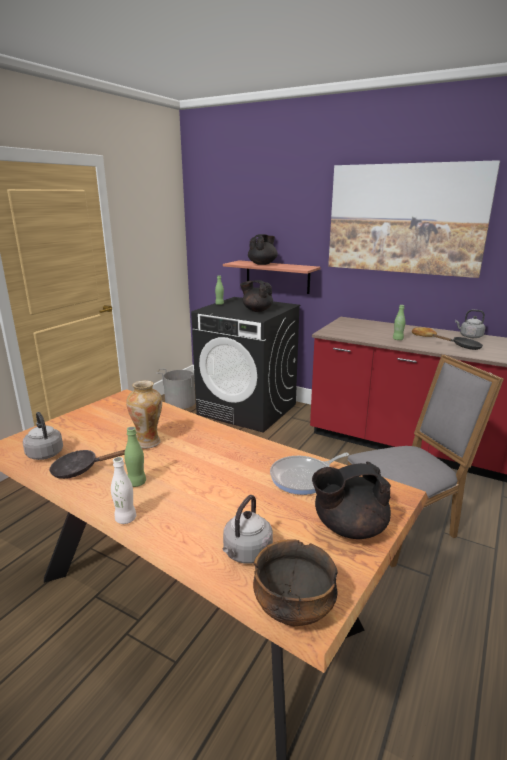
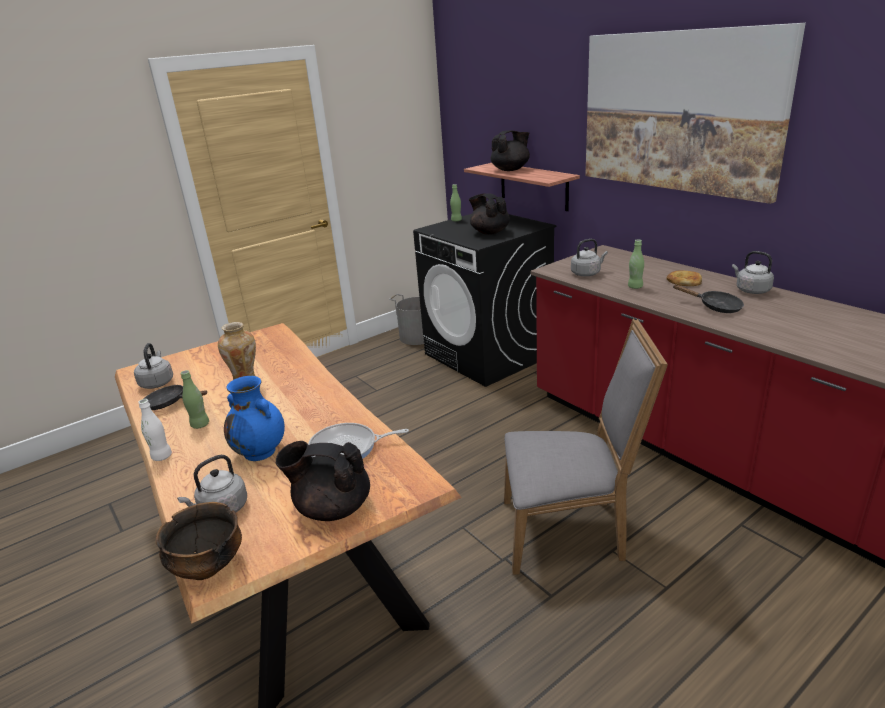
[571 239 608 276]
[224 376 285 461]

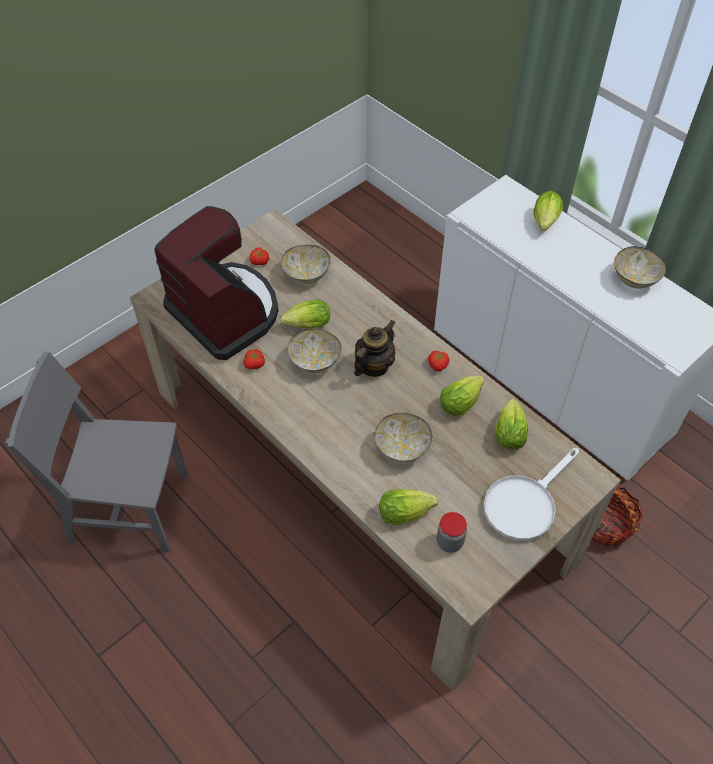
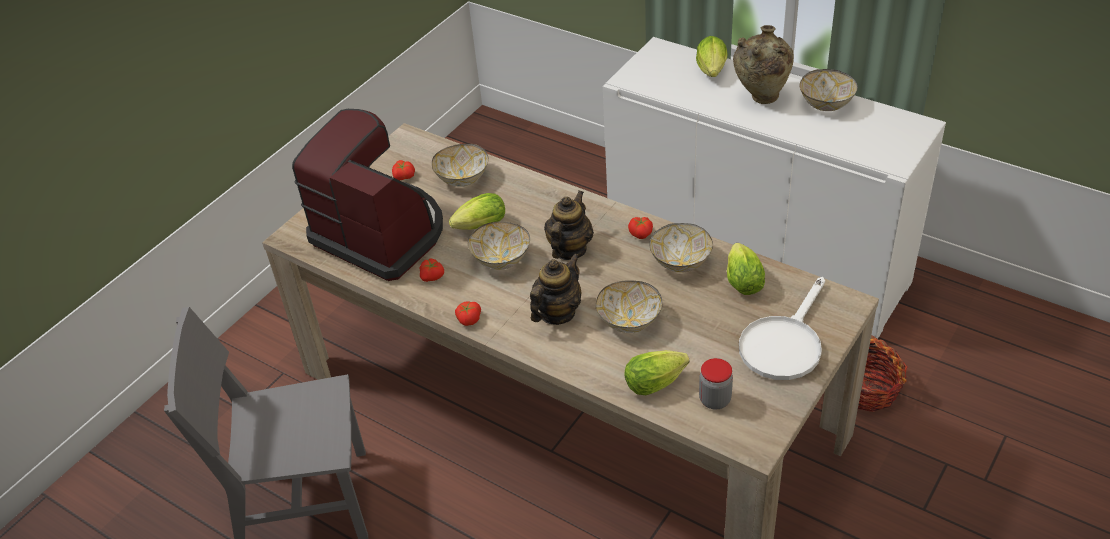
[649 223 713 273]
[733 25 794 104]
[530 253 581 325]
[455 301 481 326]

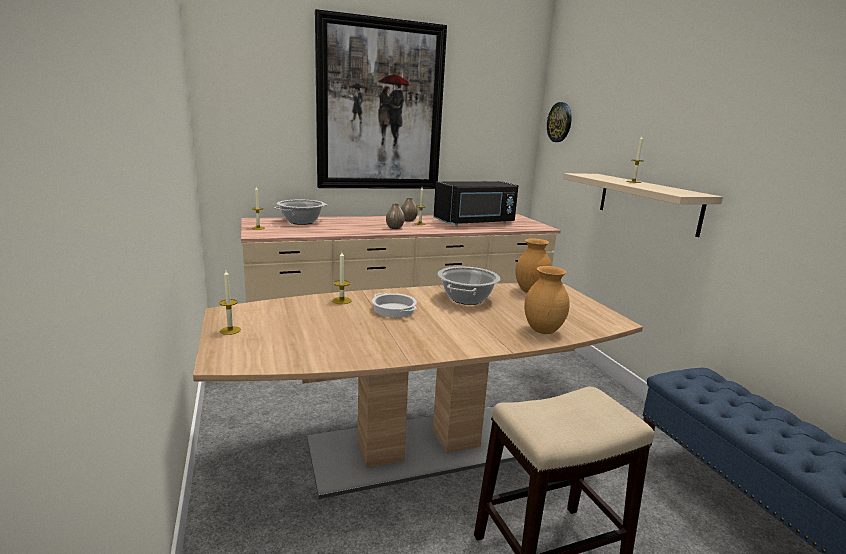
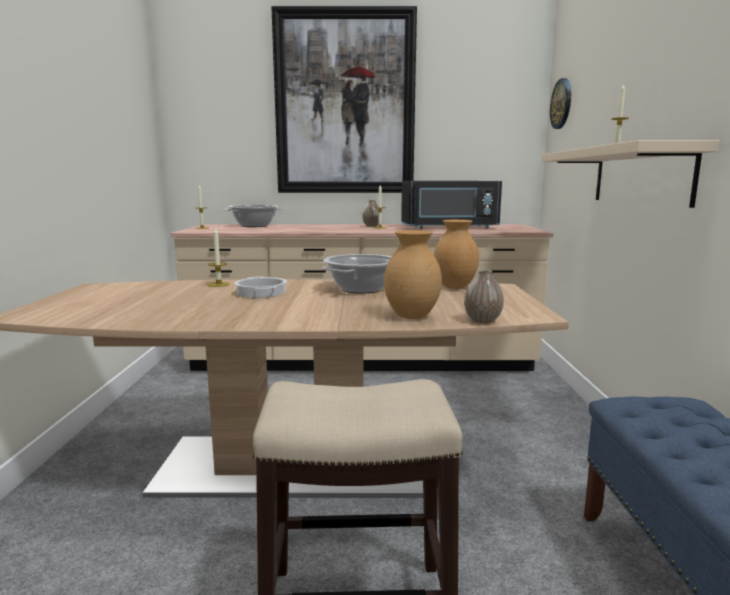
[464 270 504 323]
[219 270 241 335] (first image)

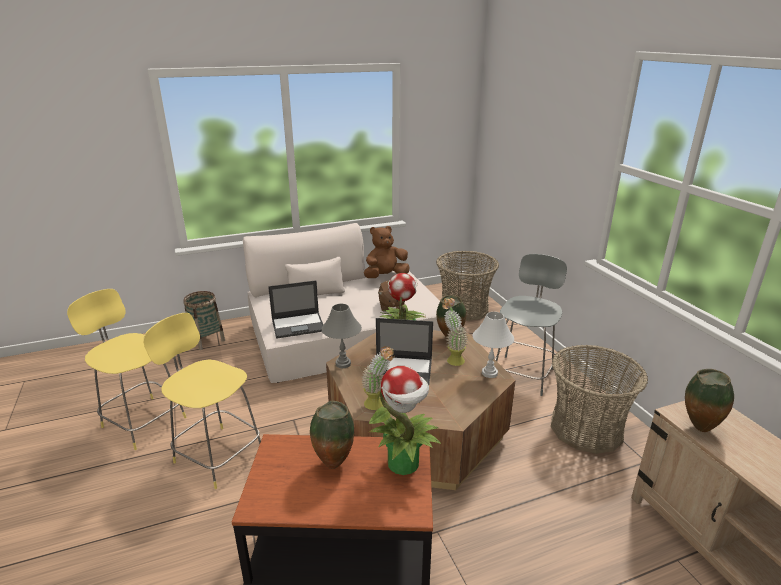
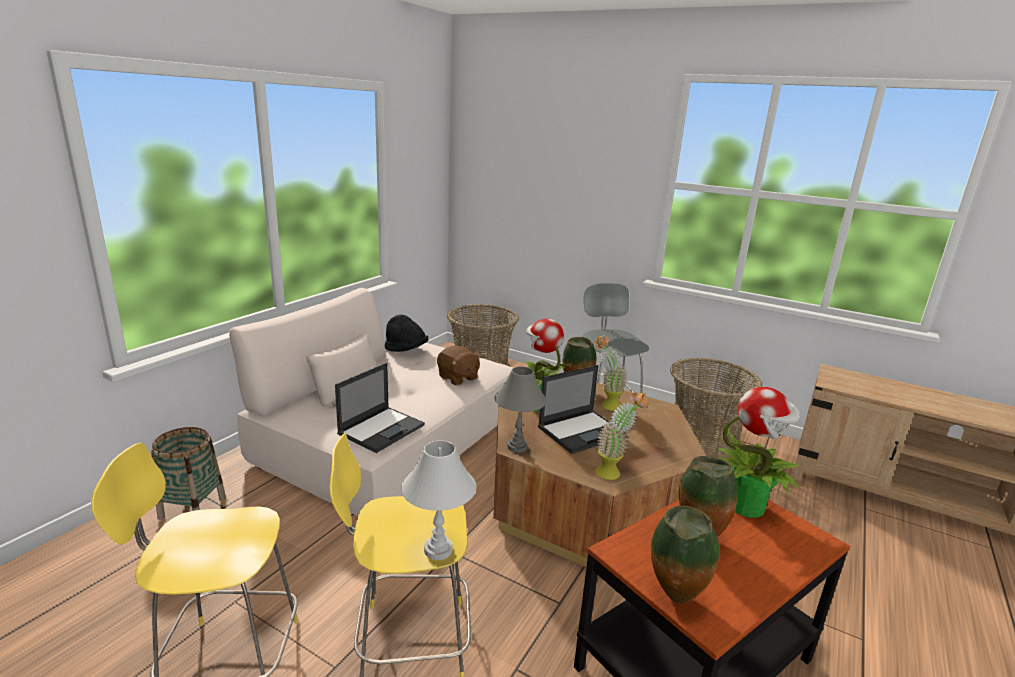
[385 314 428 352]
[401 440 476 560]
[651 506 719 604]

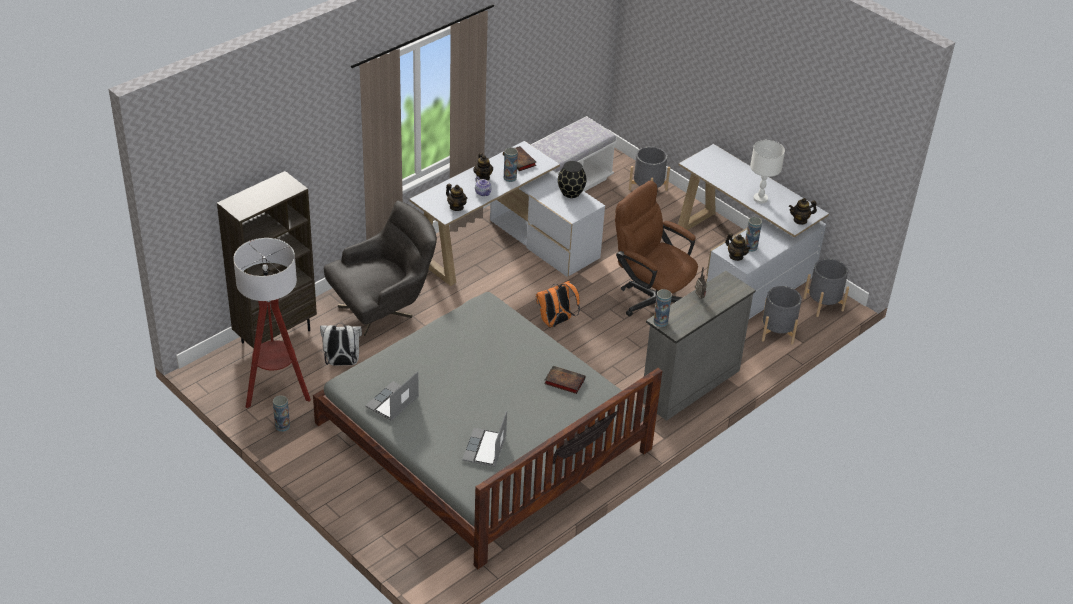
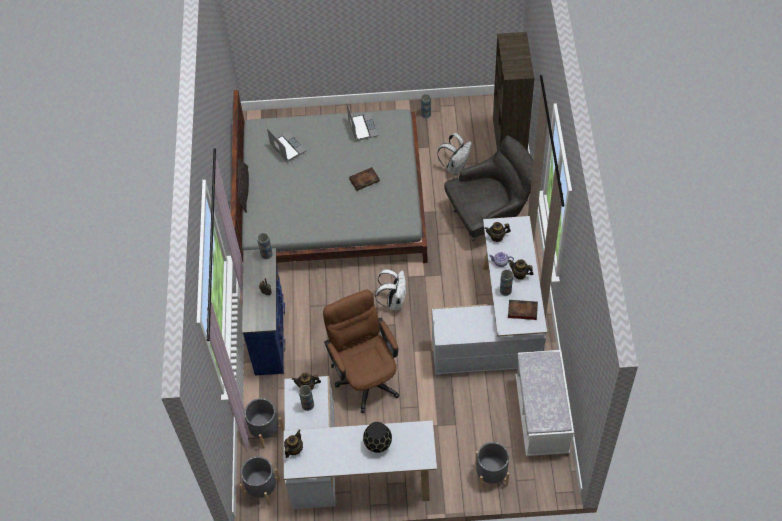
[750 140 785 204] (first image)
[363 422 392 453]
[323 289 399 413]
[444 135 534 241]
[233 238 311 408] (first image)
[242 248 285 375]
[375 269 407 310]
[349 167 380 191]

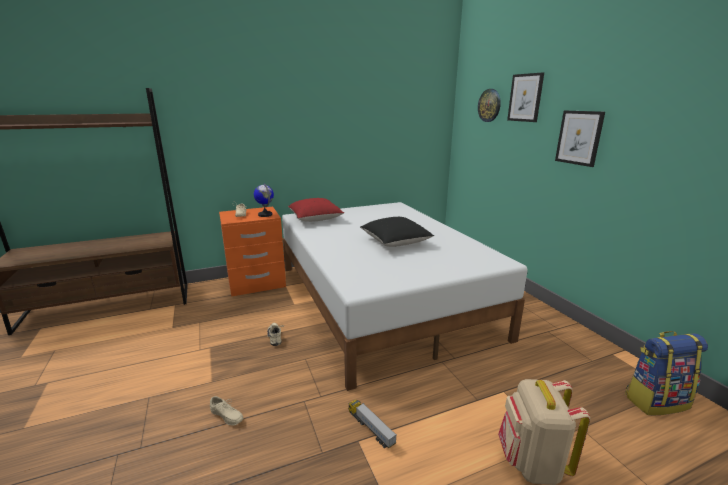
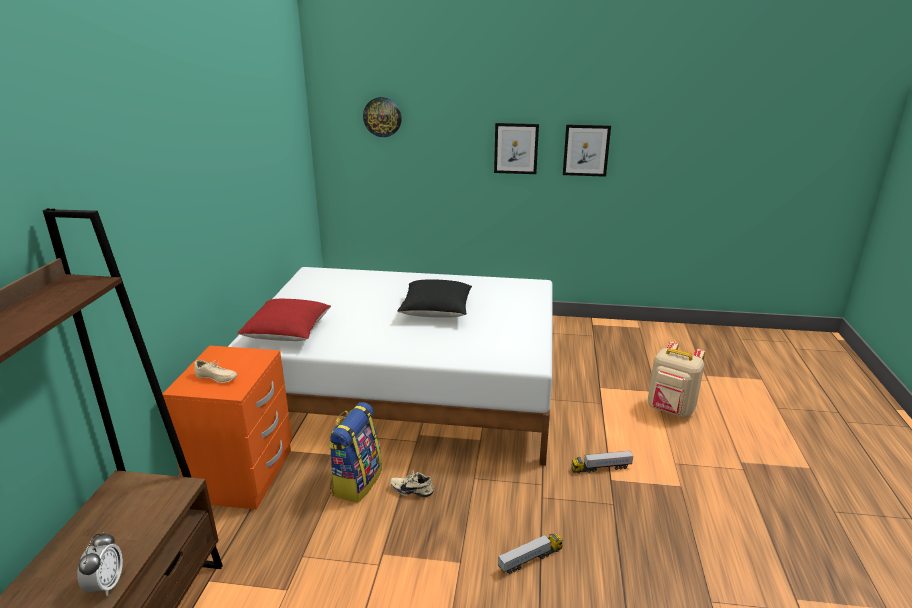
[563 125 611 177]
[254 183 274 217] (first image)
[328 402 382 503]
[498 534 563 574]
[77 532 123 596]

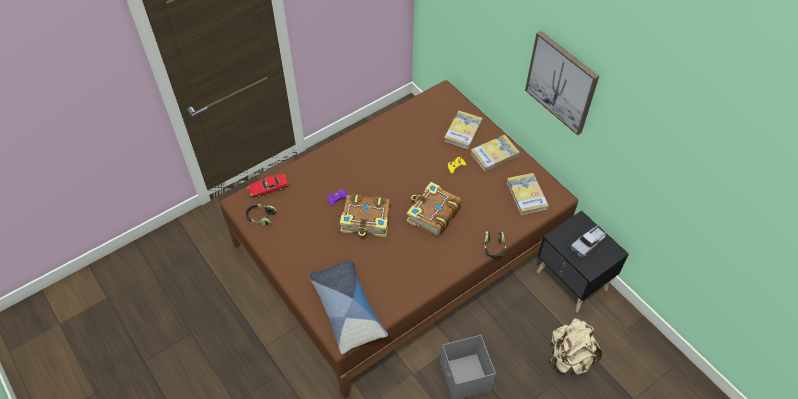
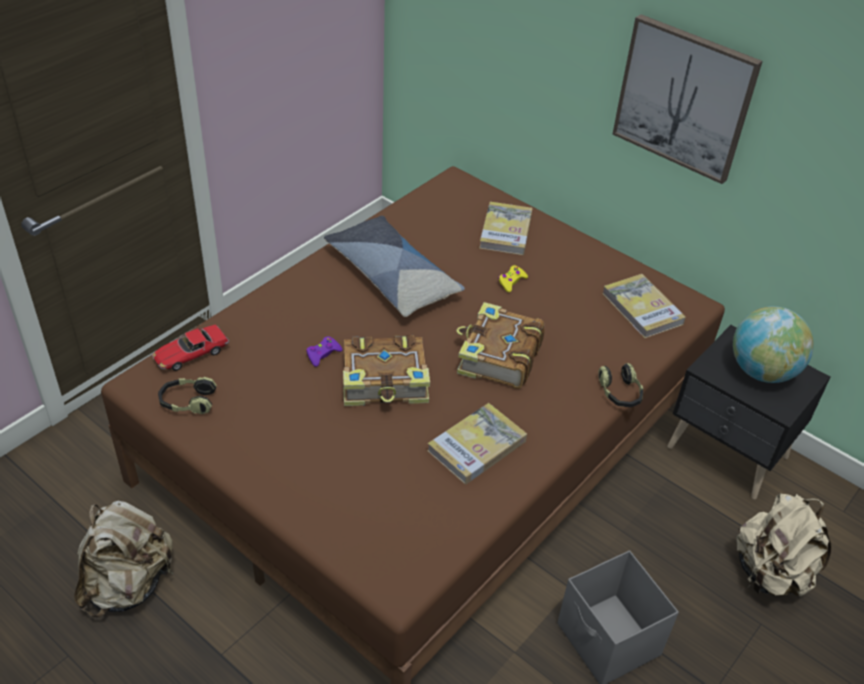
[427 403 527 484]
[733 306 814 383]
[324 216 465 317]
[74 501 173 617]

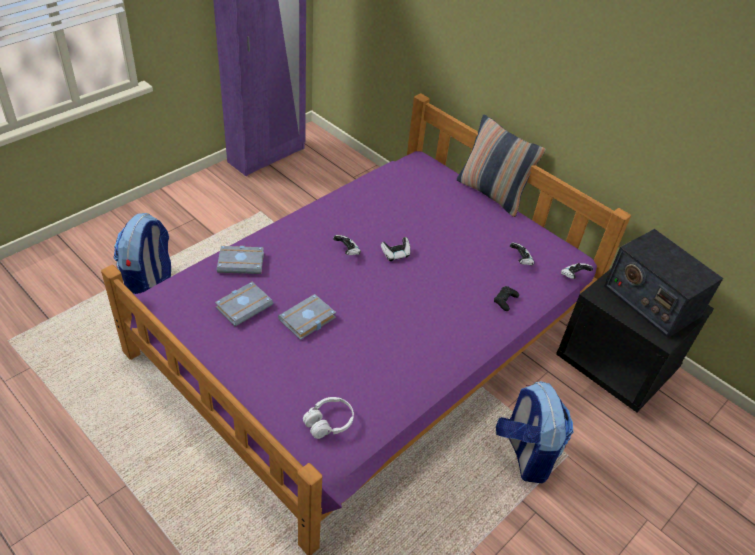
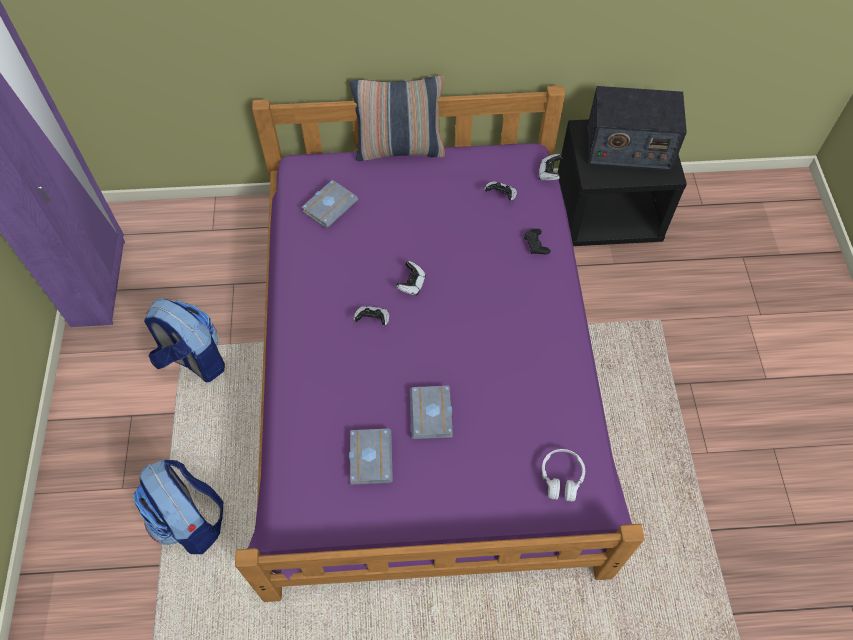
[301 180 358 229]
[144 298 225 382]

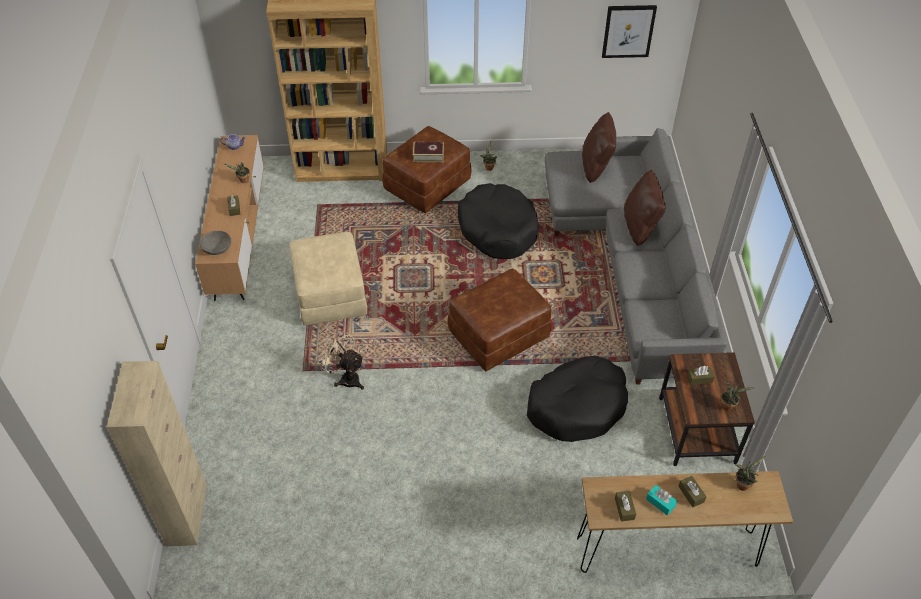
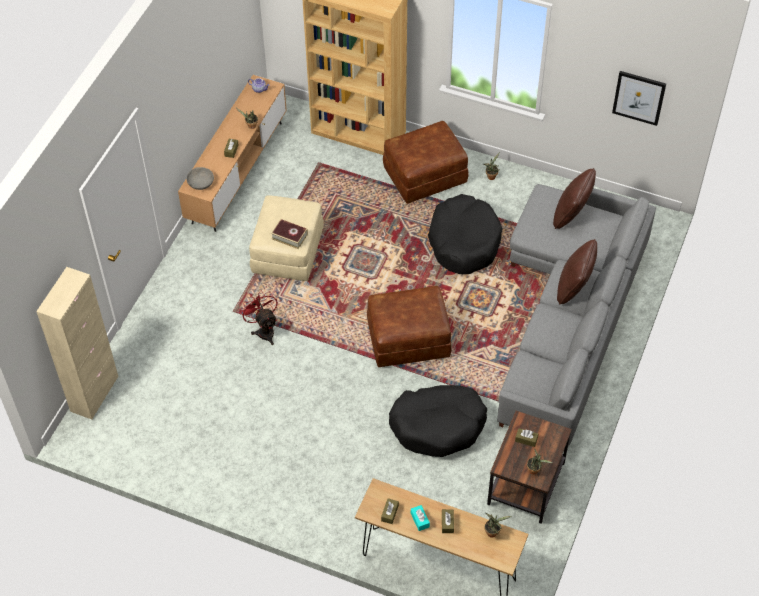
[271 219 308 249]
[240 290 277 345]

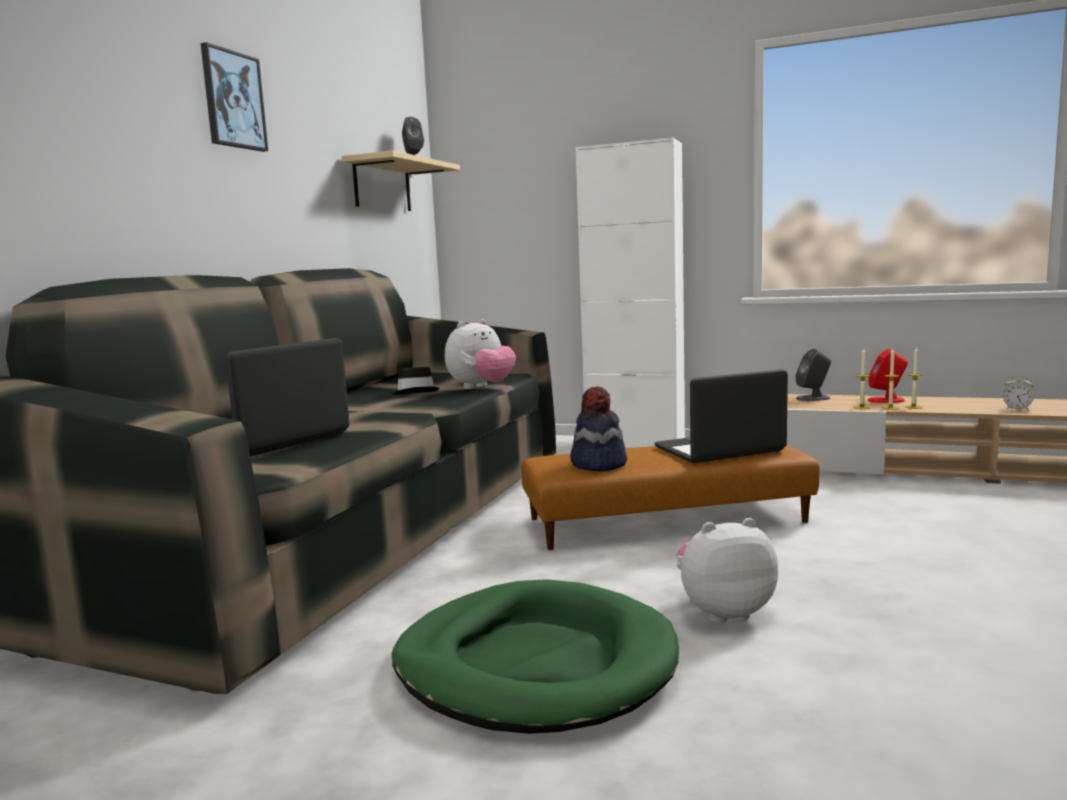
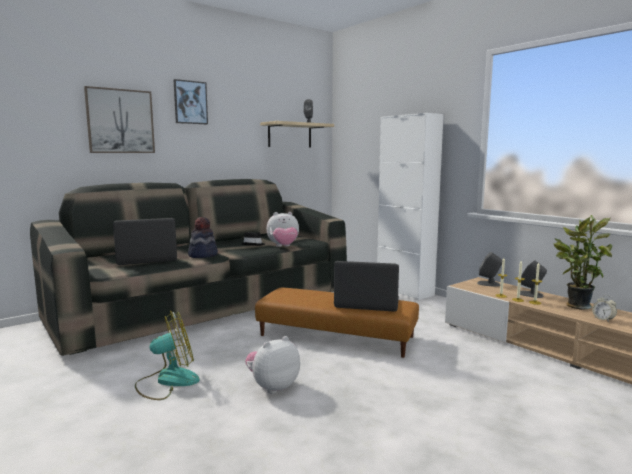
[520 260 547 298]
[188 217 218 258]
[245 336 300 394]
[135 311 199 400]
[84 86 155 153]
[553 215 612 310]

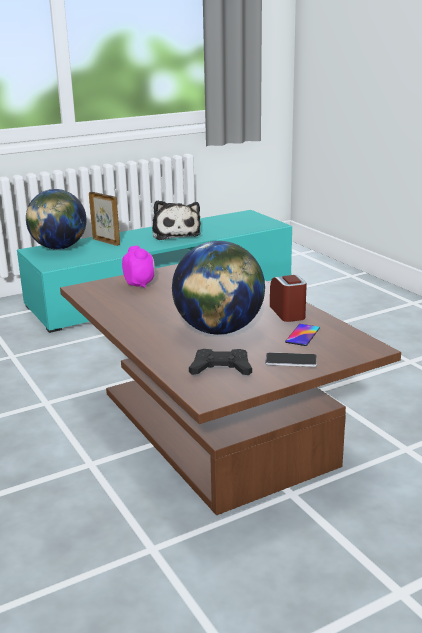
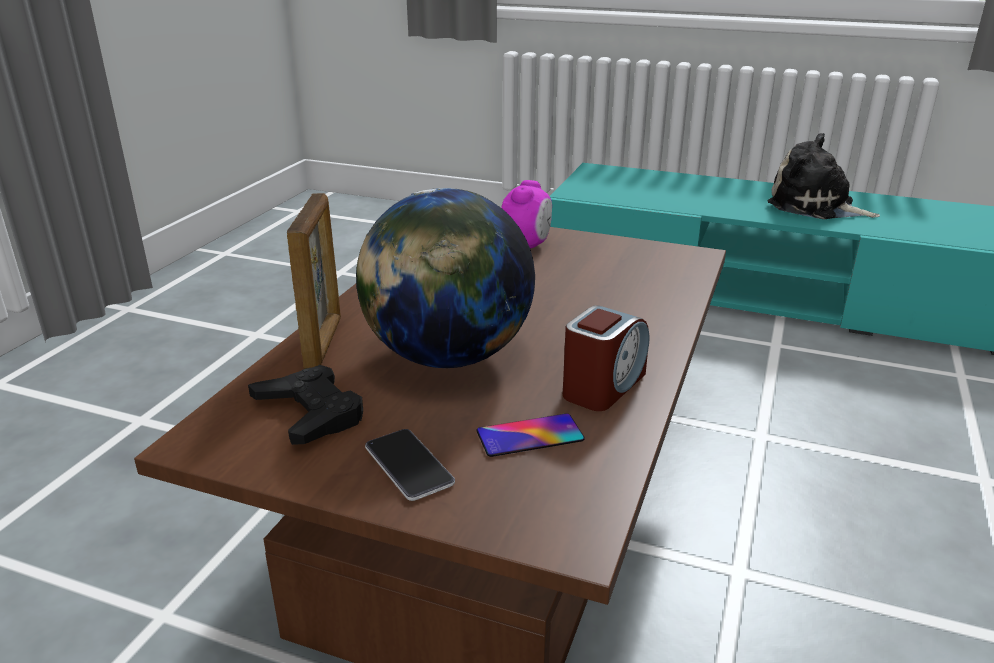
[26 189 87 250] (first image)
[287 193 341 369]
[767 133 880 219]

